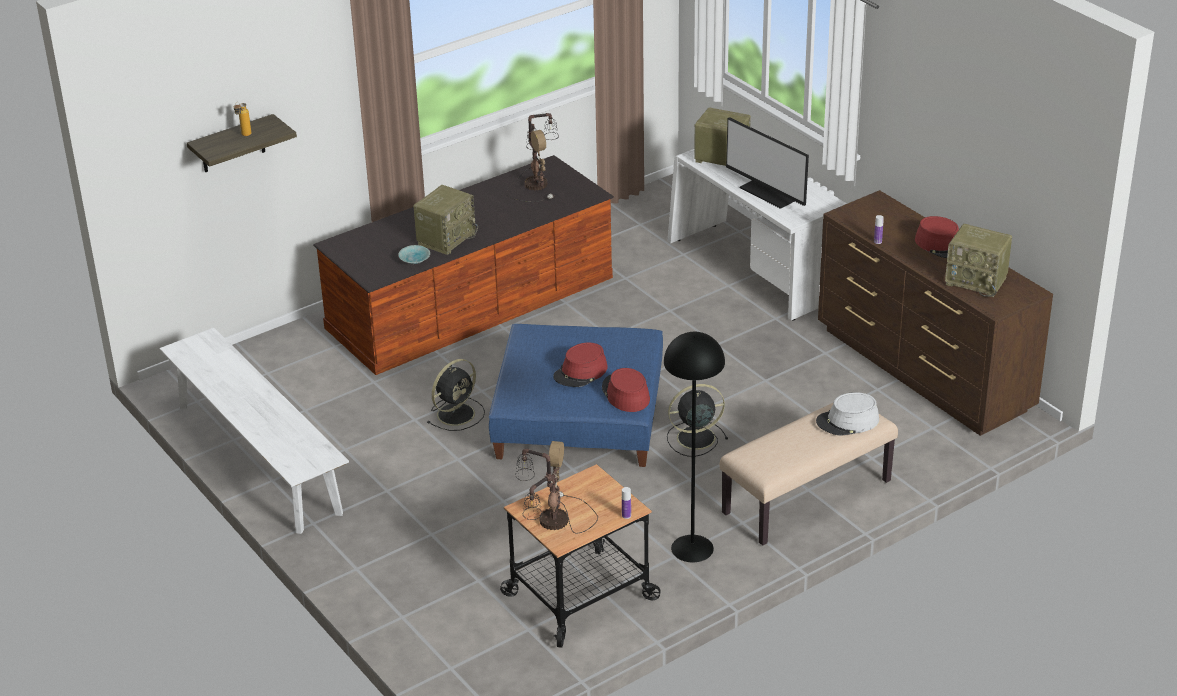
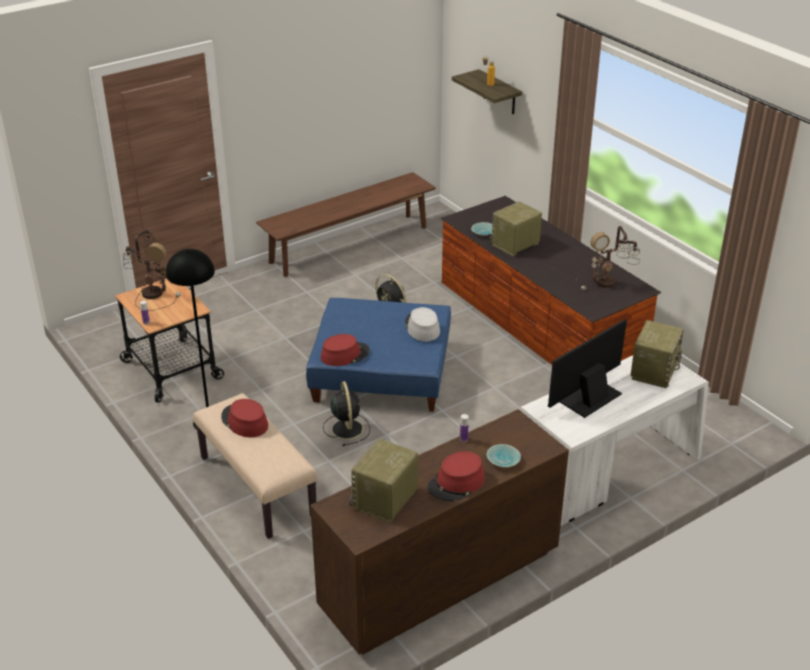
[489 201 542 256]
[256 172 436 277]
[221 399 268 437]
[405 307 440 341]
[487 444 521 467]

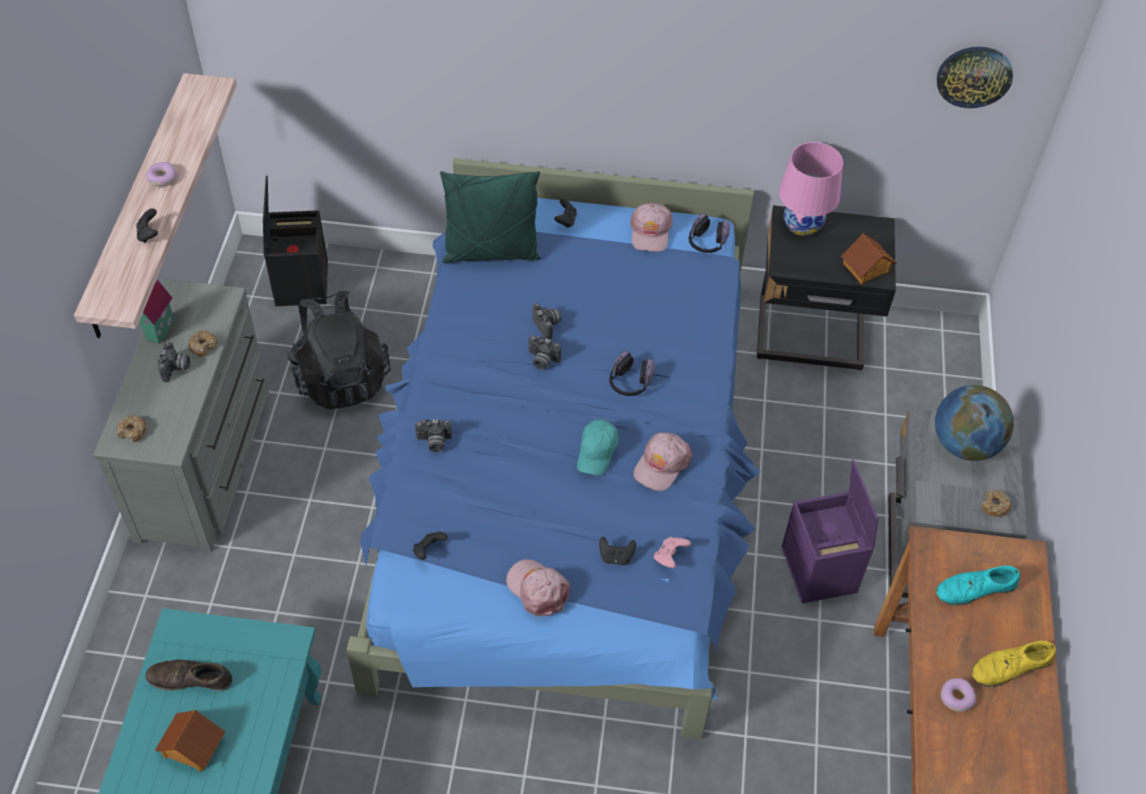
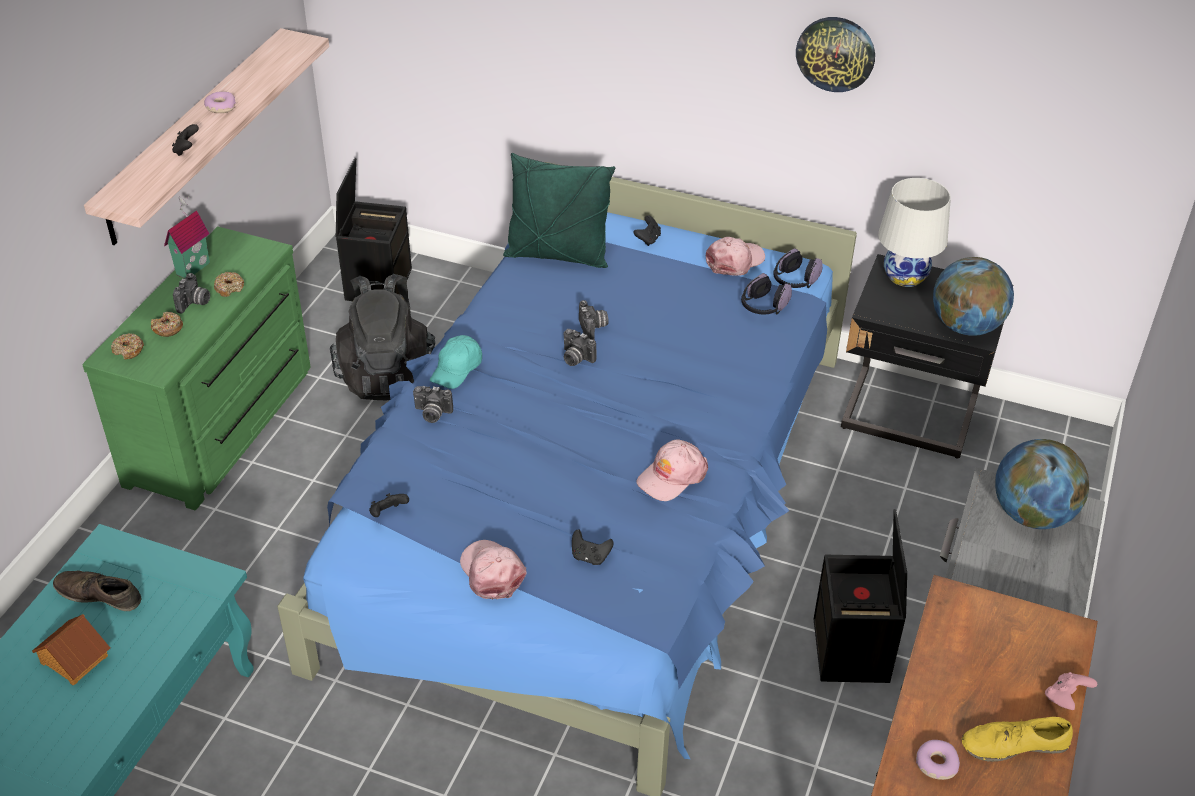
[796 17 875 92]
[878 178 951 287]
[706 237 765 276]
[933 257 1014 336]
[83 226 311 510]
[741 273 792 314]
[430 335 482 389]
[814 509 907 683]
[151 312 183 337]
[1045 672 1097 710]
[936 566 1020 606] (first image)

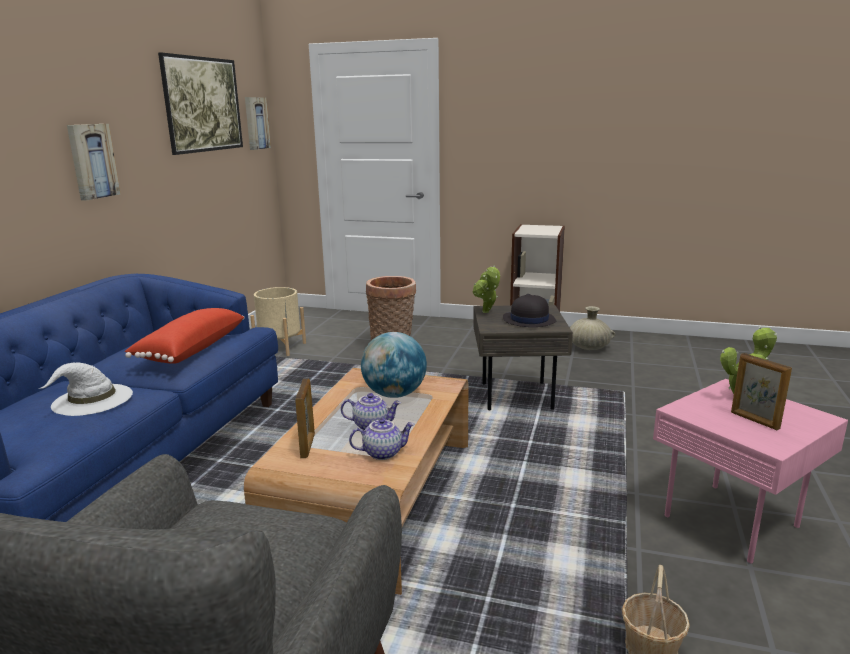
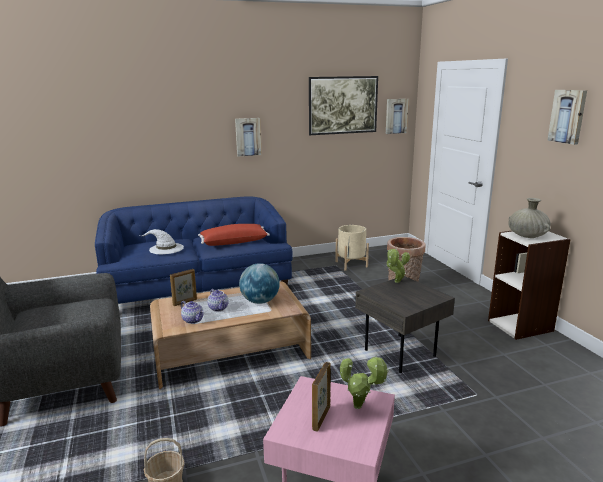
[503 294 556 327] (first image)
[508 198 551 238]
[547 90 587 145]

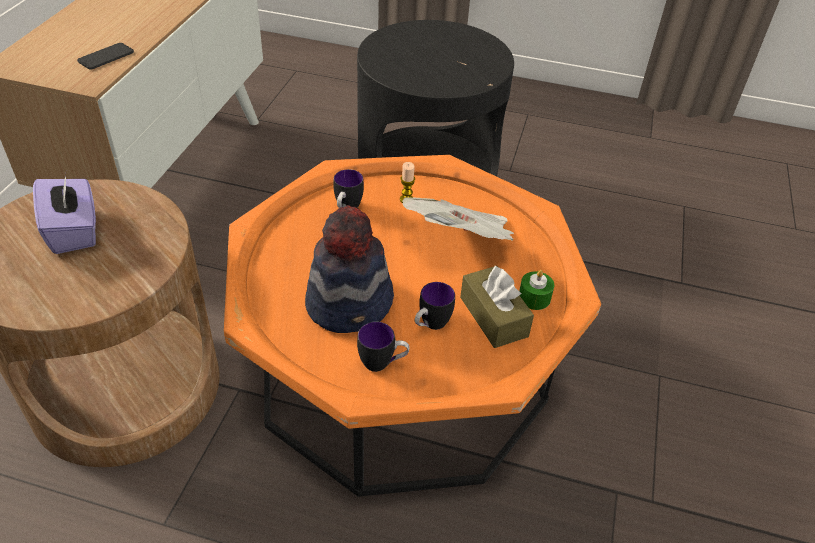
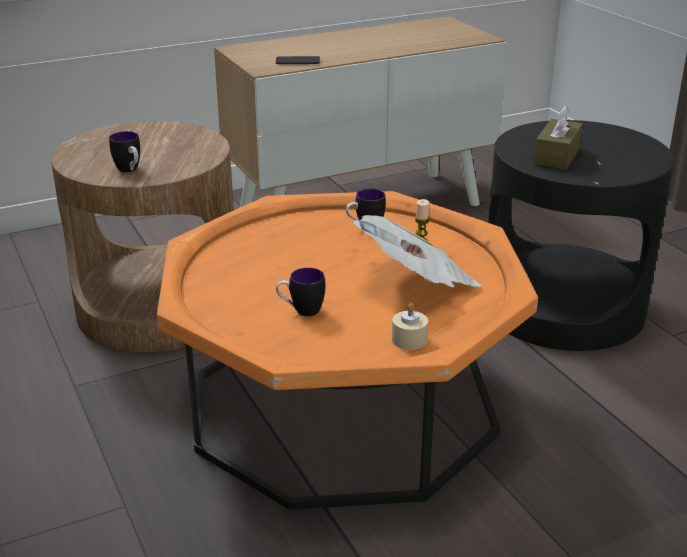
[33 174 96 254] (first image)
[305 205 394 333] (first image)
[534 106 583 170]
[392 303 428 350]
[109 131 140 172]

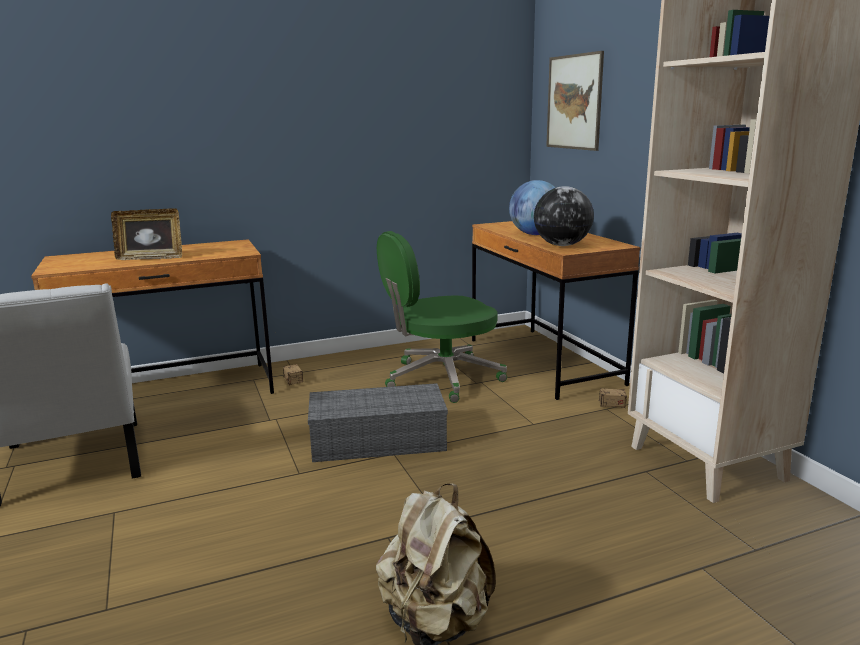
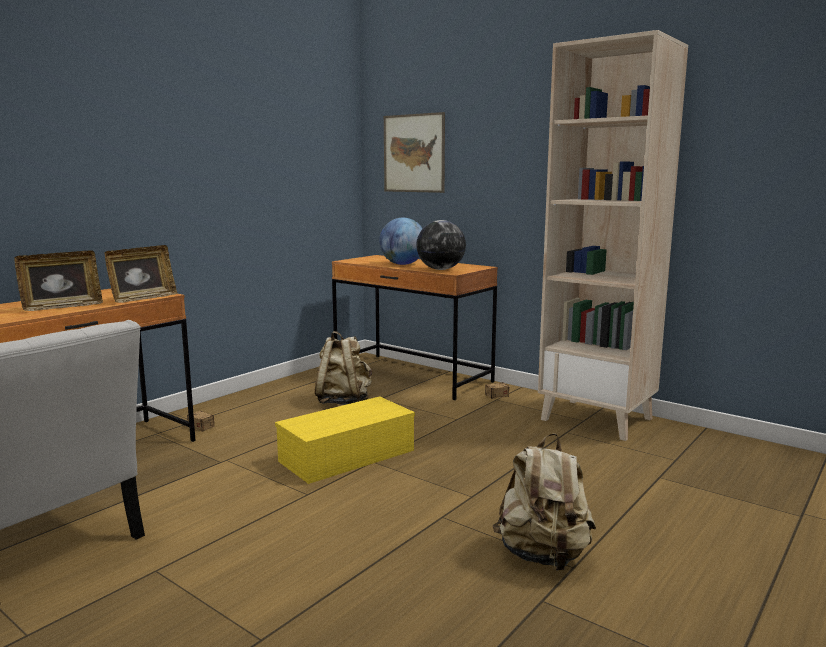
[315 331 372 405]
[275 396 415 484]
[104 245 177 303]

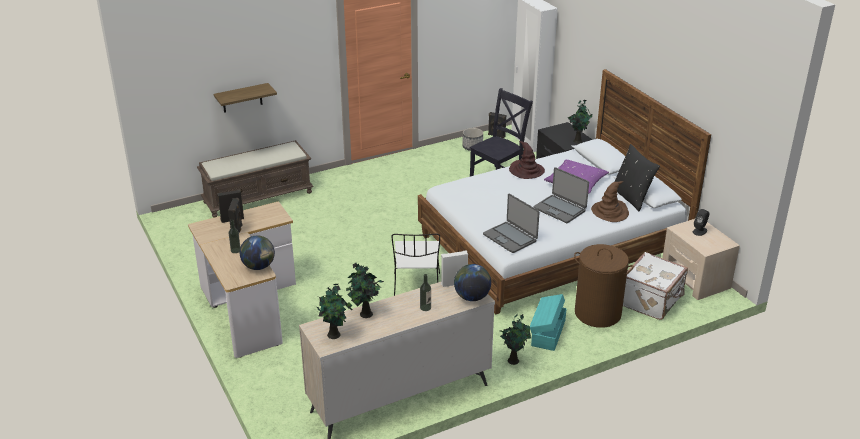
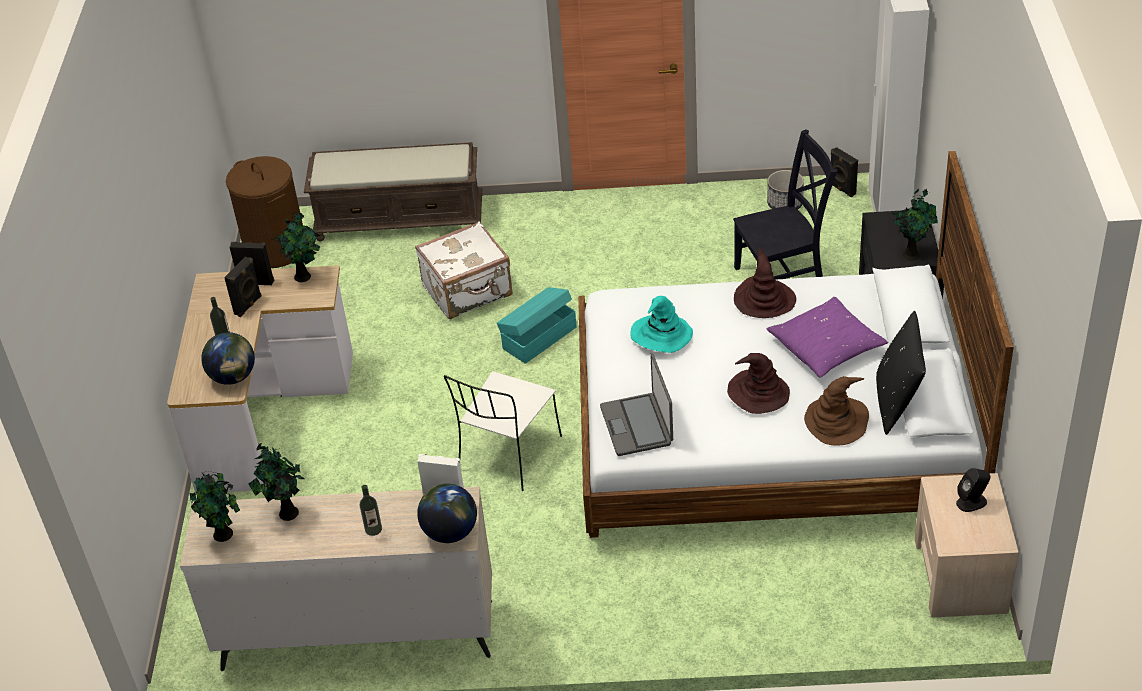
[214 83 277 113] (first image)
[727 353 790 414]
[226 156 303 268]
[415 221 513 319]
[497 287 576 364]
[271 212 320 282]
[630 296 693 353]

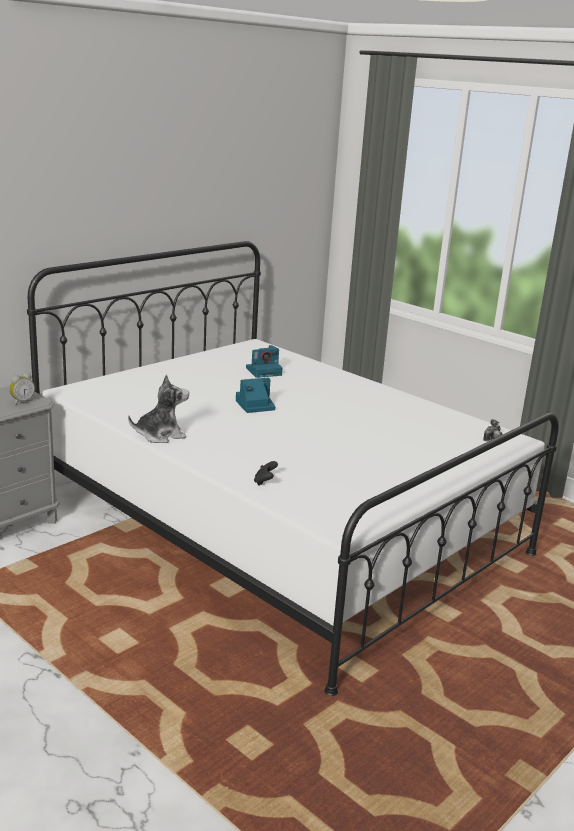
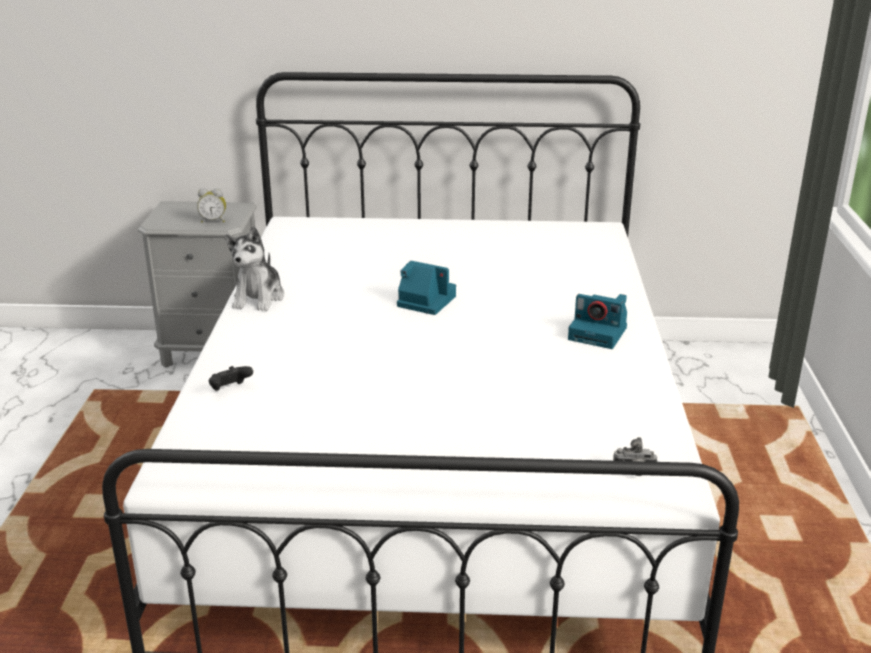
[568 294 627 349]
[225 226 284 311]

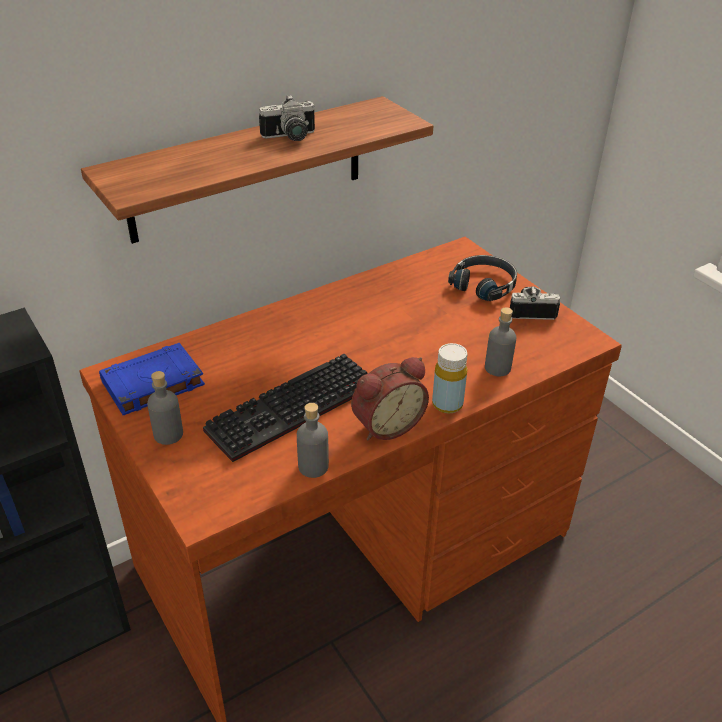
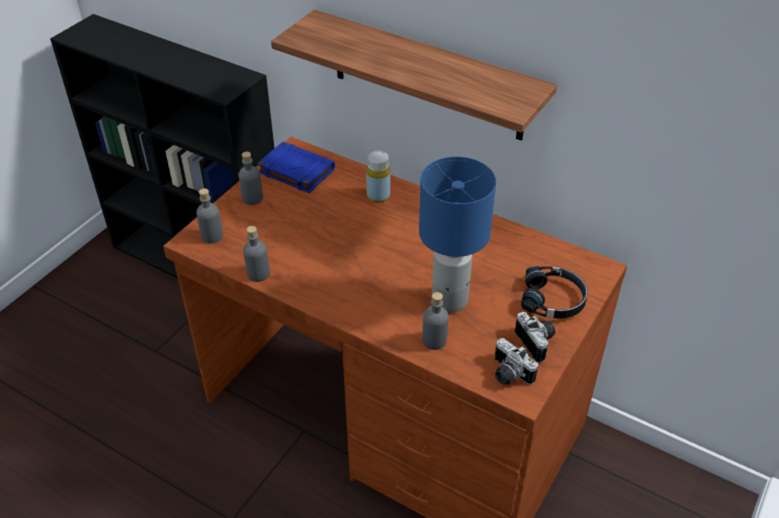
[495 338 538 385]
[366 151 390 203]
[203 354 368 462] (first image)
[351 357 429 440] (first image)
[419 156 496 312]
[196 188 223 244]

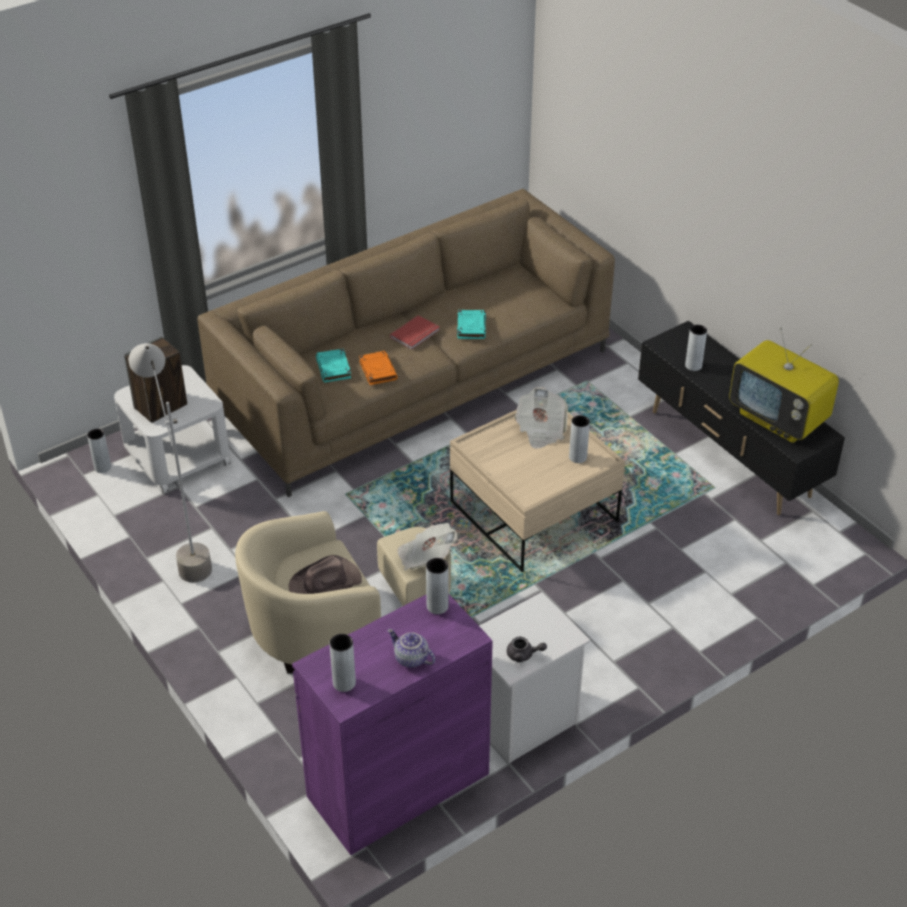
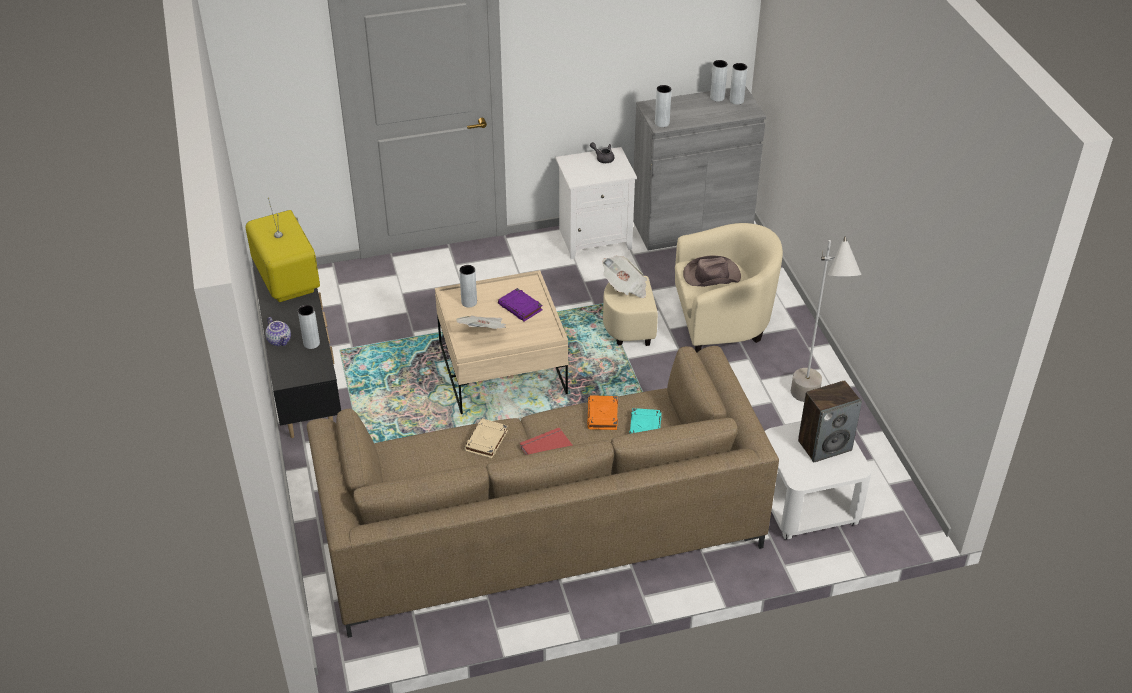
[464 418 508 459]
[710 60 728 102]
[633 87 766 251]
[265 317 291 346]
[498 288 543 321]

